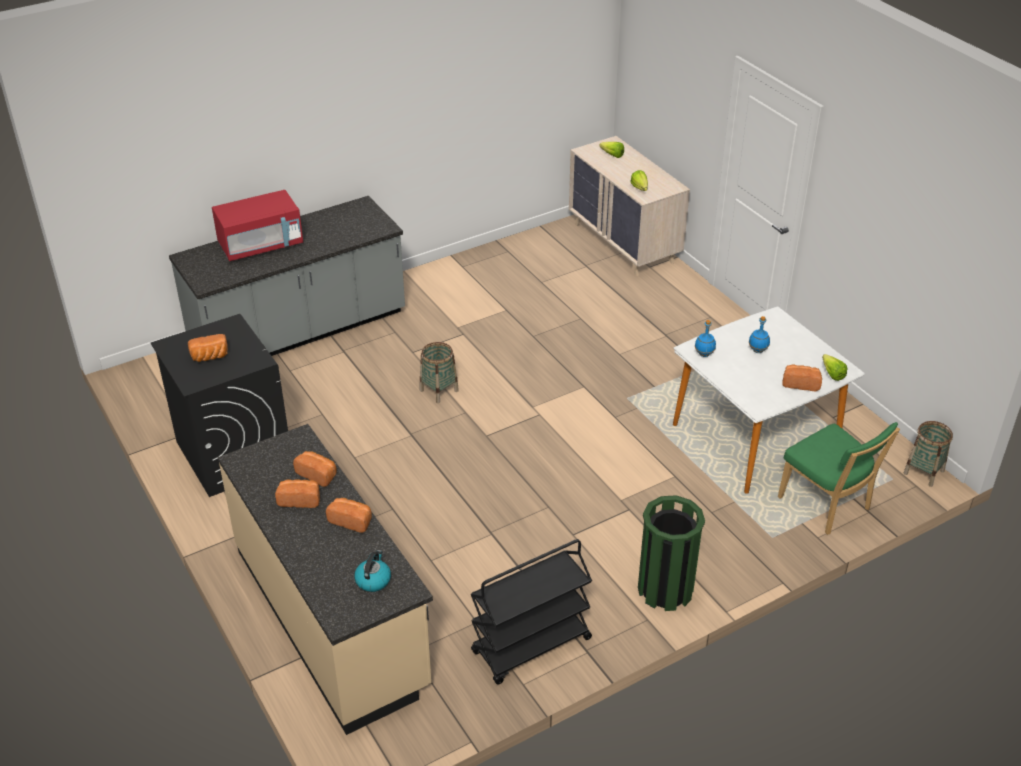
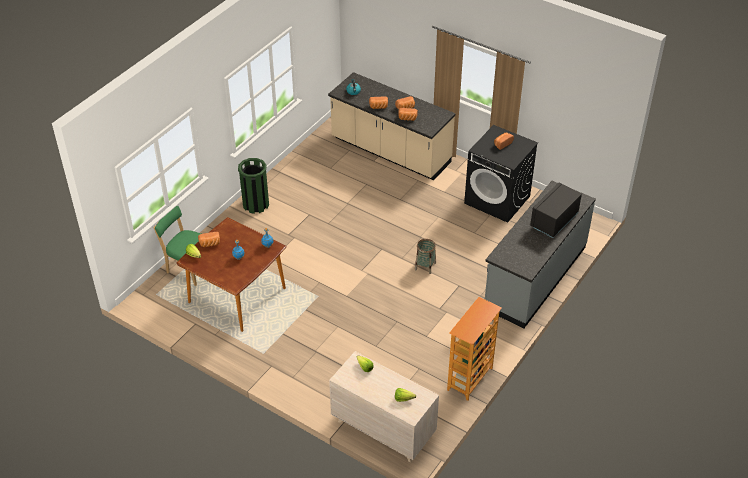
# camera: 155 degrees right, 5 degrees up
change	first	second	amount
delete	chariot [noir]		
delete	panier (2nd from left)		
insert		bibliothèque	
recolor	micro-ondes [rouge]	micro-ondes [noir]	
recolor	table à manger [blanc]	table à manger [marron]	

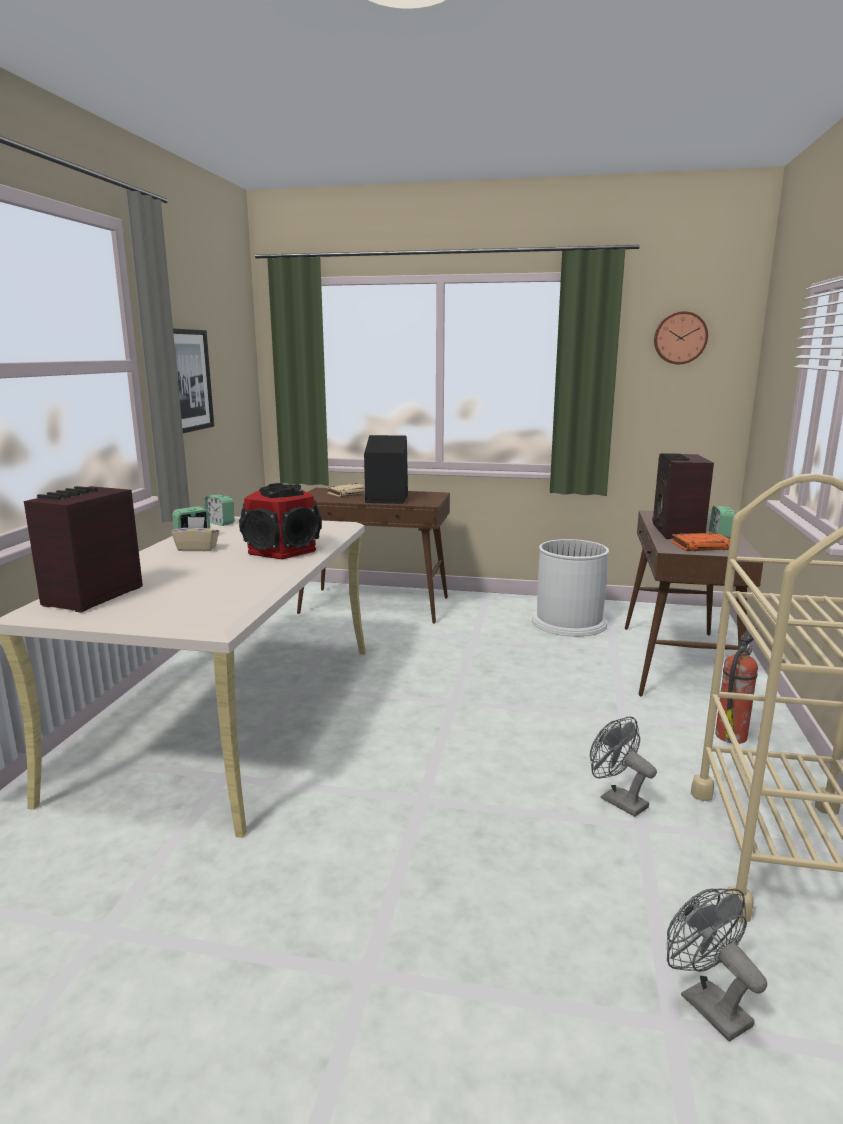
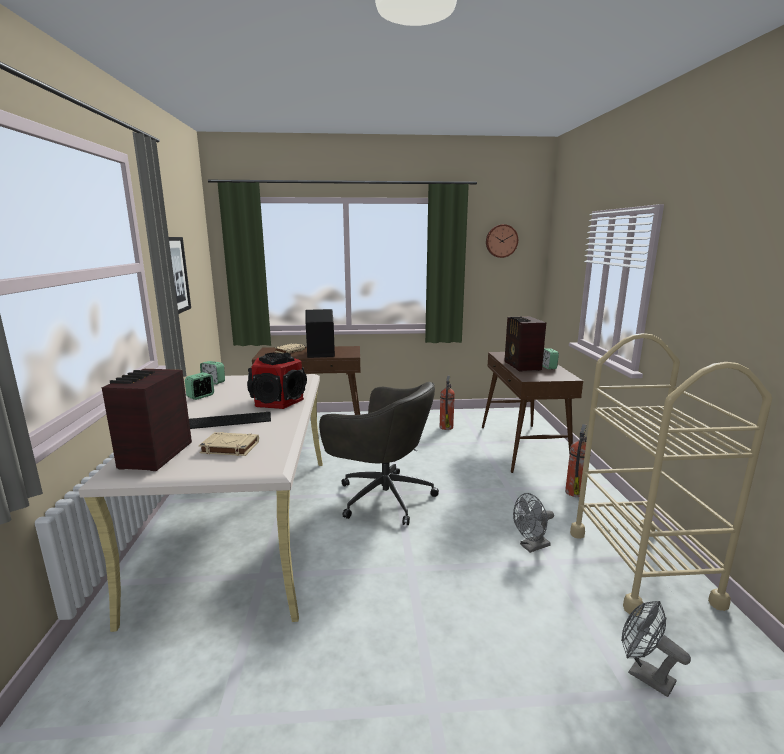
# camera: 15 degrees left, 0 degrees up
change	first	second	amount
delete	boîte à mouchoirs [beige]		
delete	livre [orange]		
insert		clavier	
insert		livre [beige] (1st from left)	
insert		chaise de bureau [gris]	
replace	poubelle [blanc]	extincteur (1st from left)	
rotate	ventilateur [gris] (1st from left)		60 degrees counterclockwise

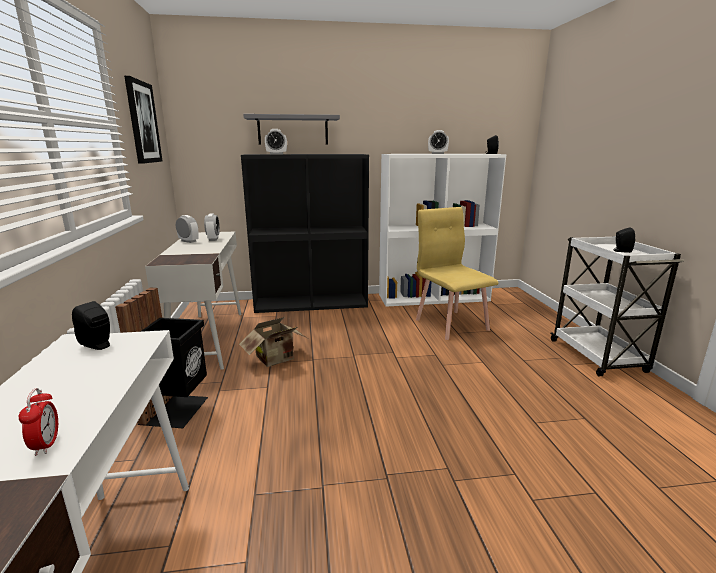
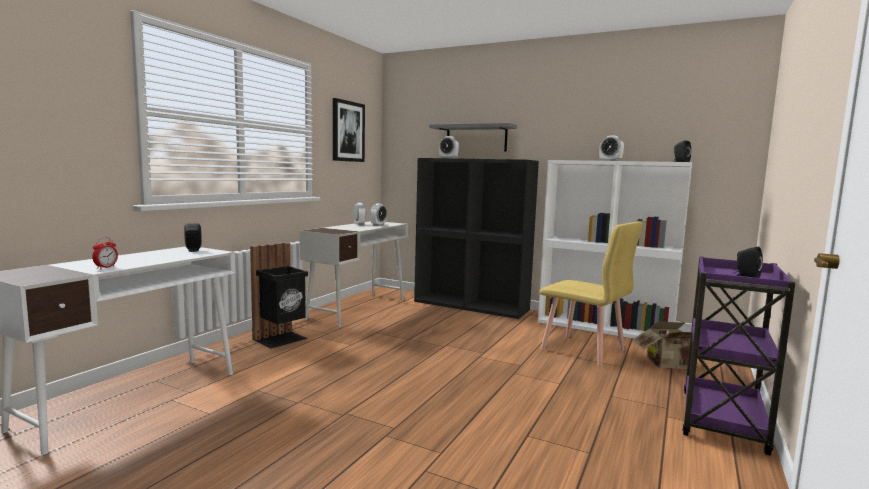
# camera: 35 degrees right, 10 degrees down
change	first	second	amount
move	carton		
recolor	chariot [blanc]	chariot [violet]	
rotate	chaise [jaune]		120 degrees clockwise

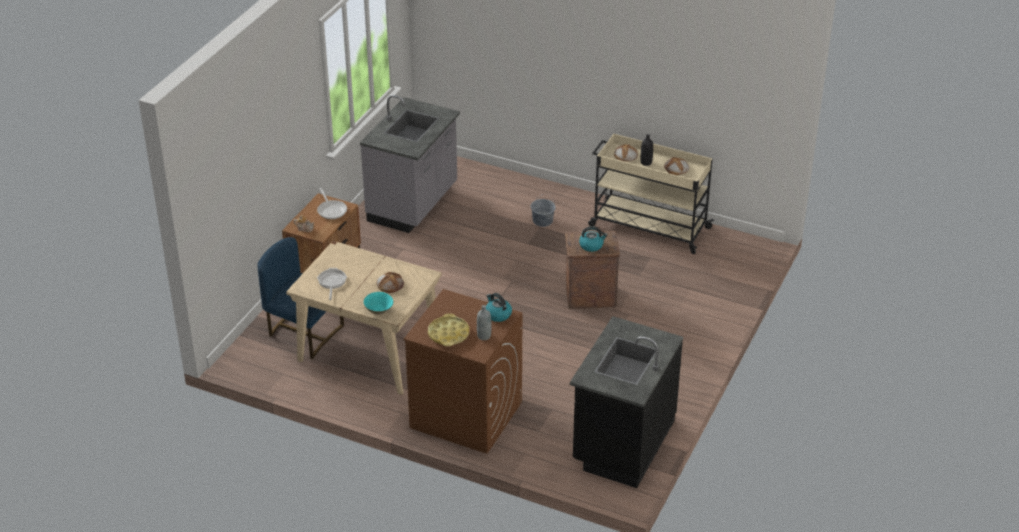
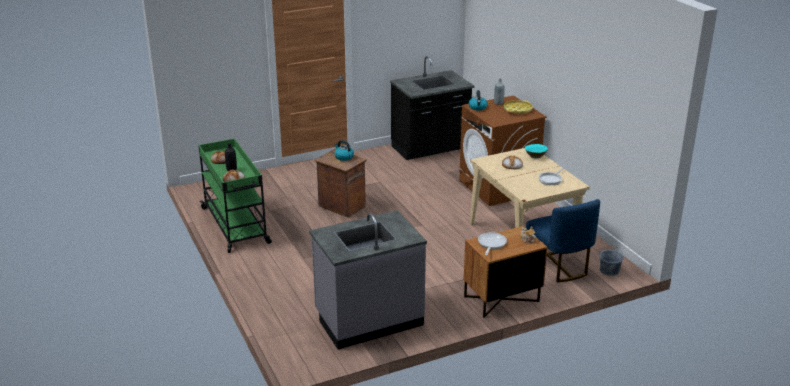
# camera: 140 degrees left, 10 degrees down
change	first	second	amount
move	seau [gris]		
recolor	chariot [beige]	chariot [vert]	

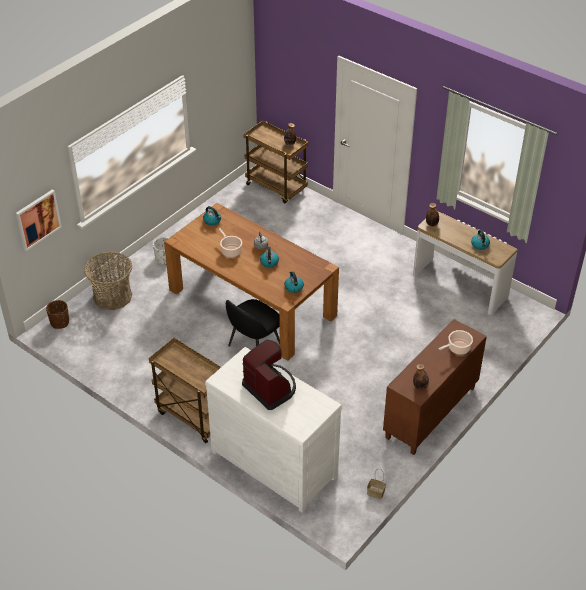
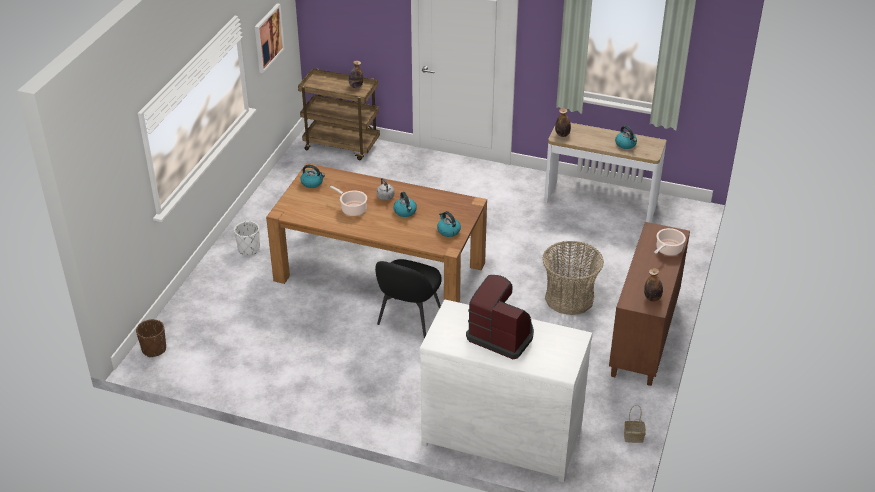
# camera: 20 degrees left, 5 degrees down
change	first	second	amount
delete	chariot [marron] (1st from left)		
move	tableau		
move	panier (1st from left)		

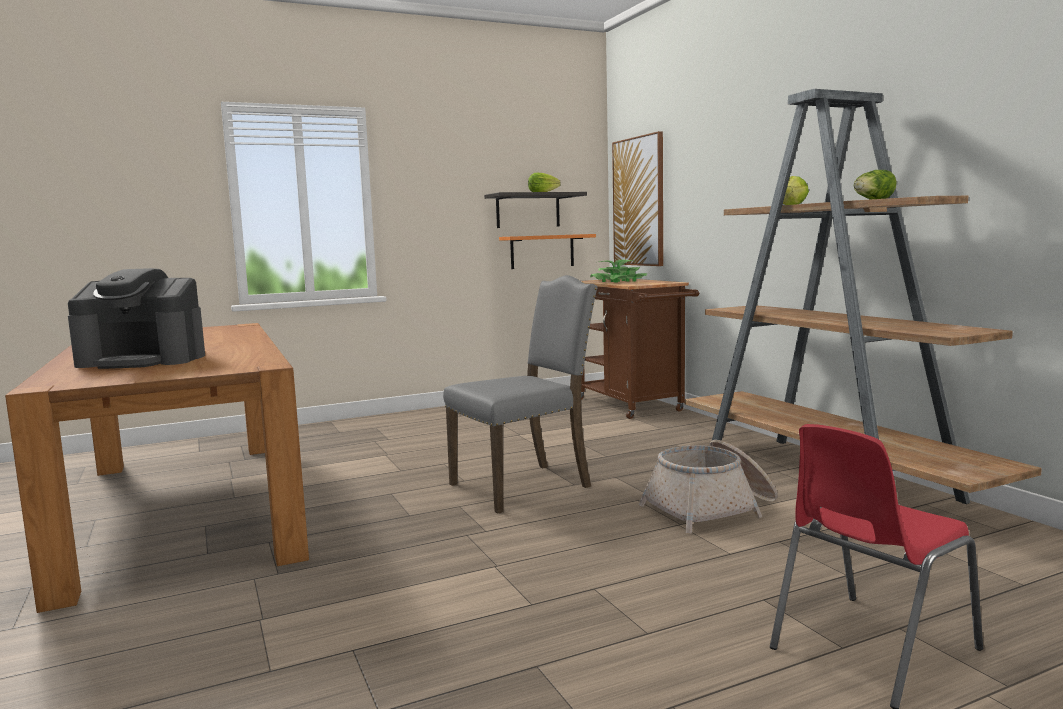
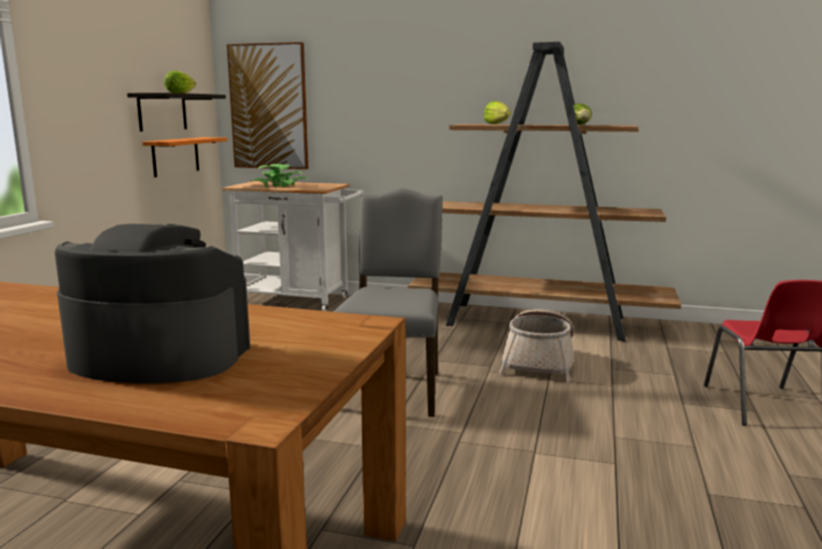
# camera: 50 degrees left, 5 degrees up
change	first	second	amount
recolor	chariot [marron]	chariot [blanc]	
rotate	machine à café		120 degrees counterclockwise

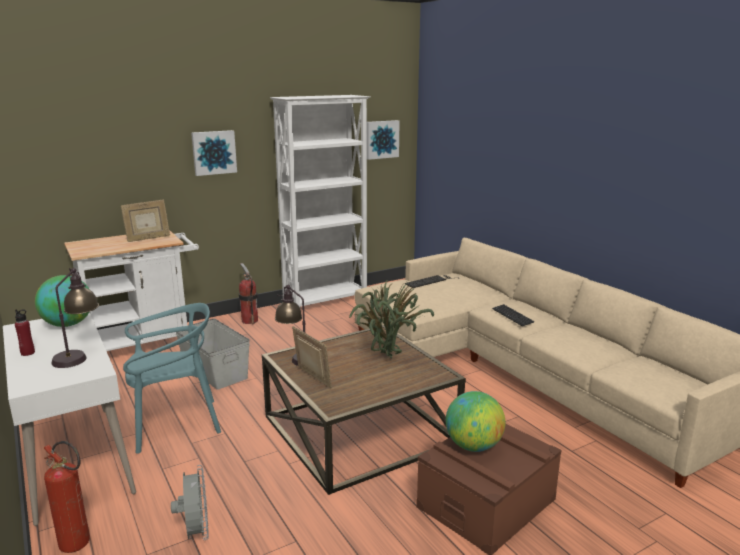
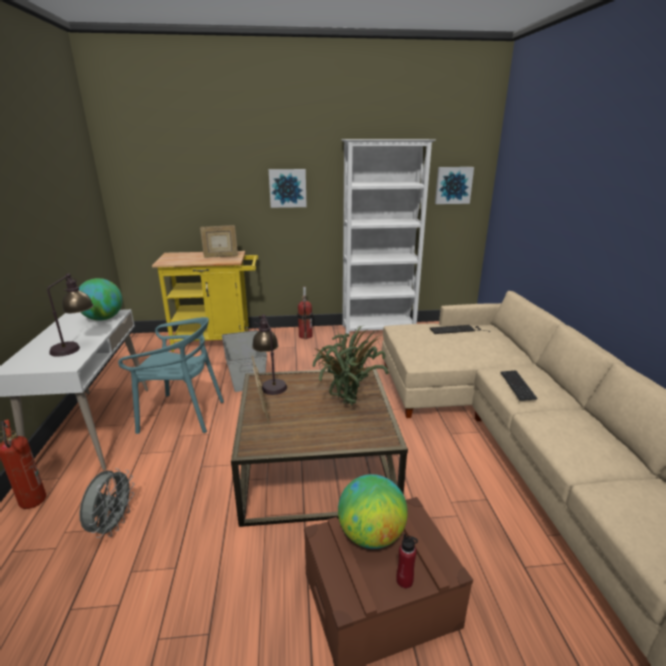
# camera: 25 degrees right, 5 degrees up
change	first	second	amount
move	bouteille [rouge]		
recolor	chariot [blanc]	chariot [jaune]	

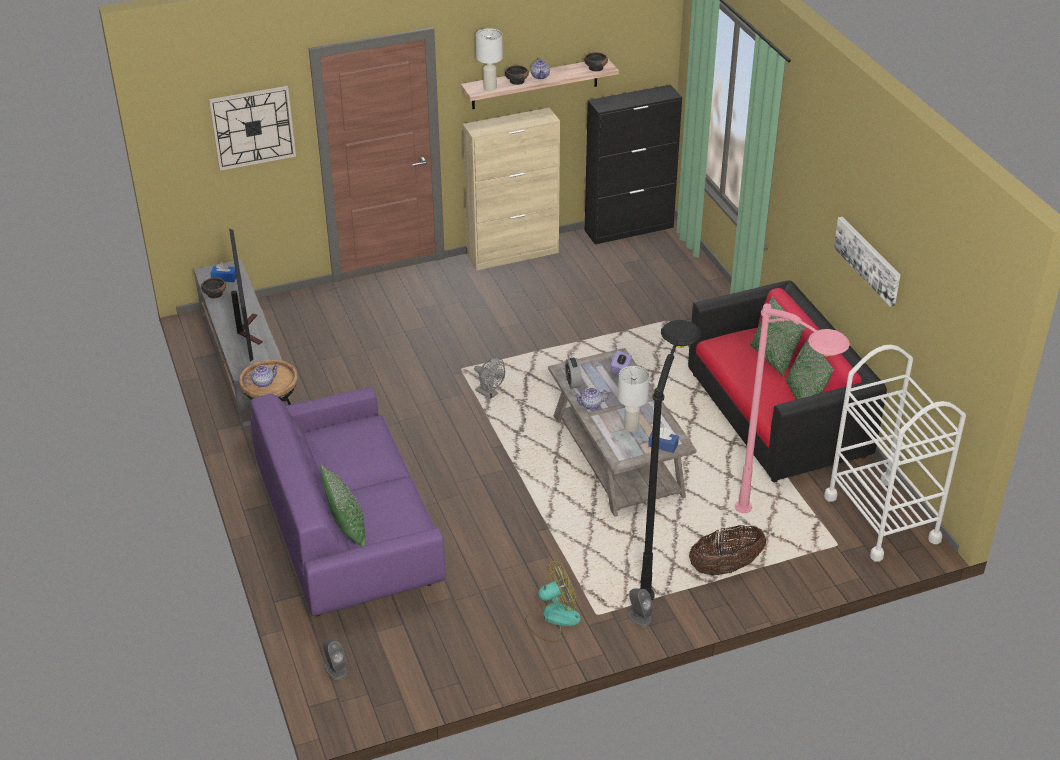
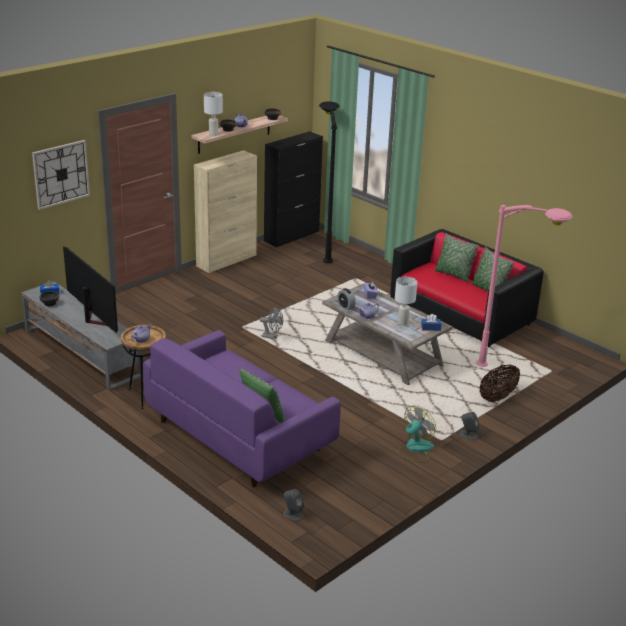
# camera: 25 degrees left, 10 degrees down
change	first	second	amount
delete	chariot [blanc]		
delete	tableau		
move	lampadaire [noir]		

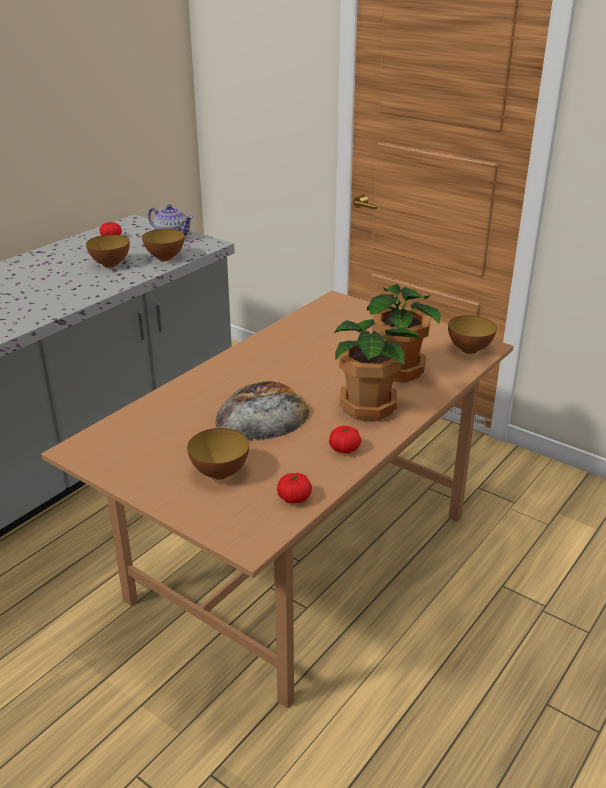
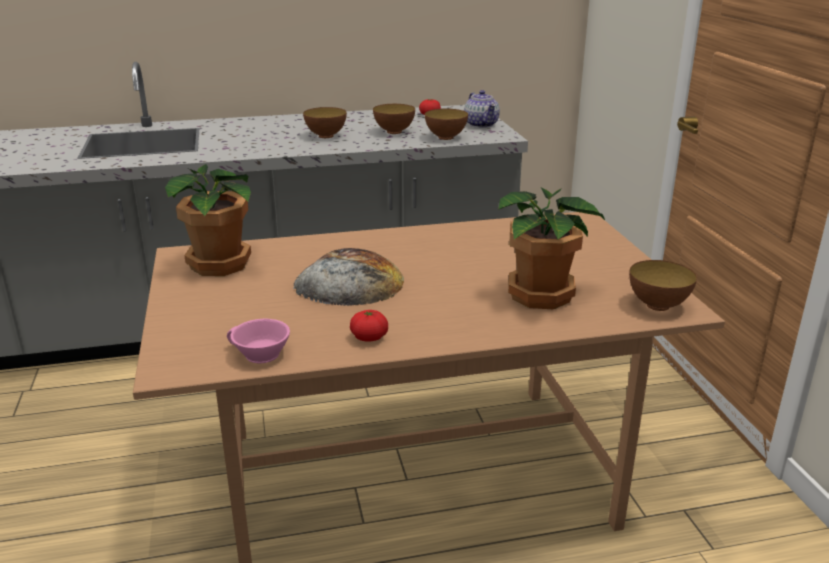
# camera: 40 degrees right, 5 degrees down
change	first	second	amount
move	bol (3rd from left in the first image)	bol (1st from left)	
move	plante en pot (1st from left)		
replace	tomate (2nd from left)	tasse [rose]	

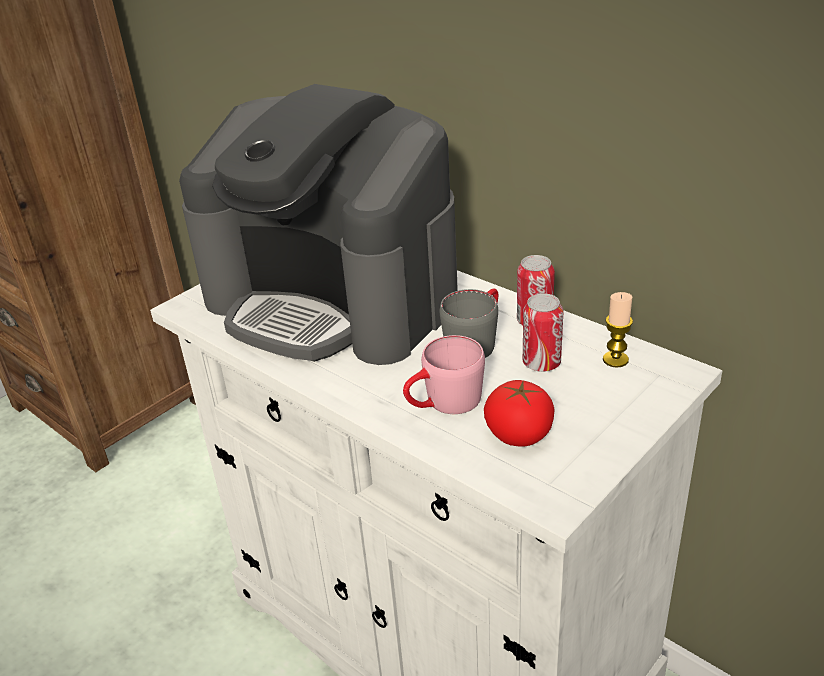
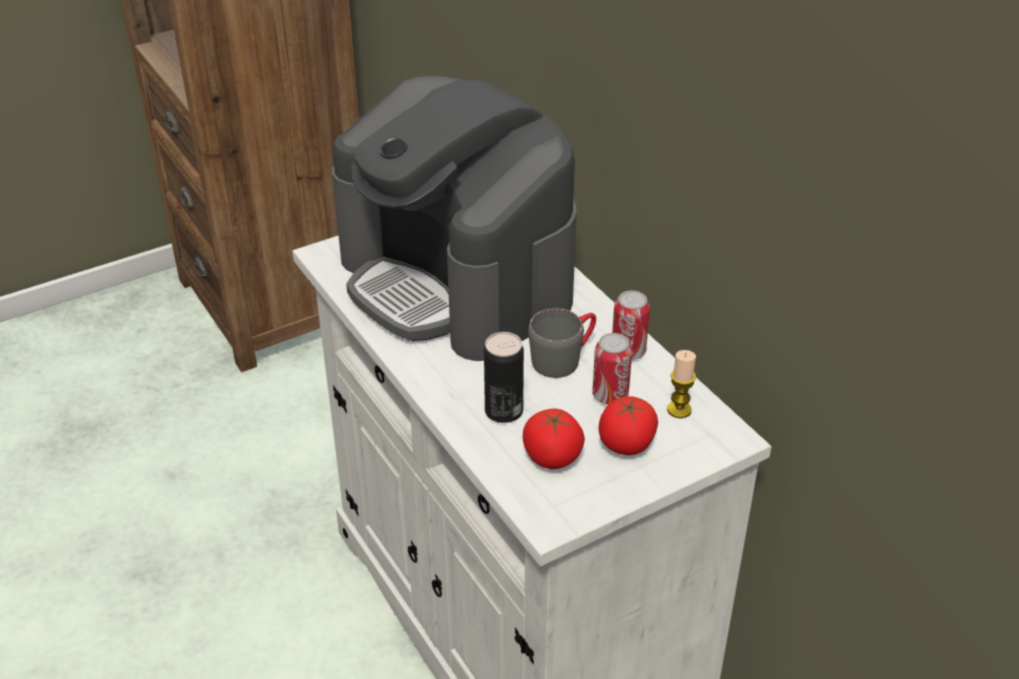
# camera: 15 degrees right, 5 degrees up
change	first	second	amount
insert		tomate (2nd from left)	
replace	mug [rose]	boîte métallique (1st from left)	

